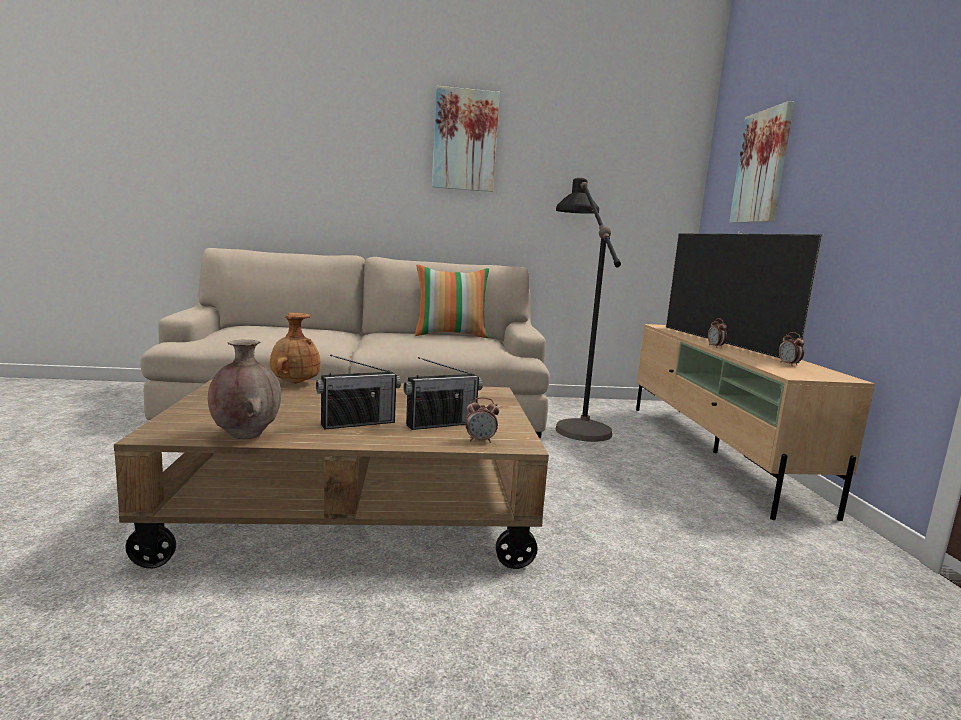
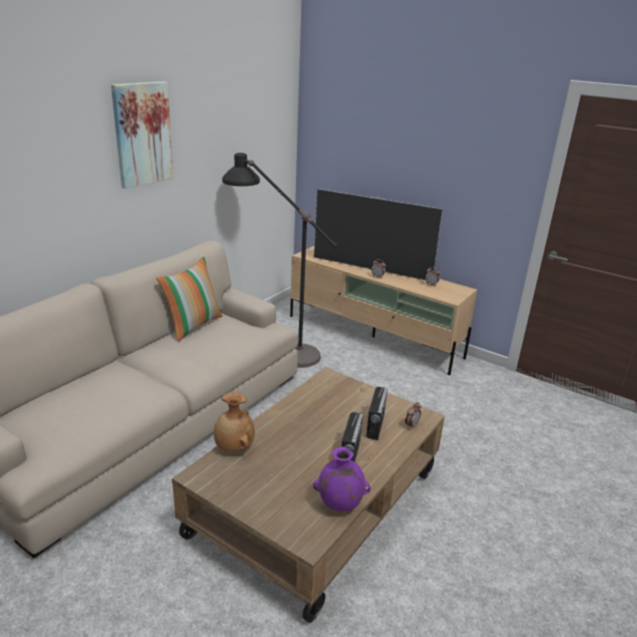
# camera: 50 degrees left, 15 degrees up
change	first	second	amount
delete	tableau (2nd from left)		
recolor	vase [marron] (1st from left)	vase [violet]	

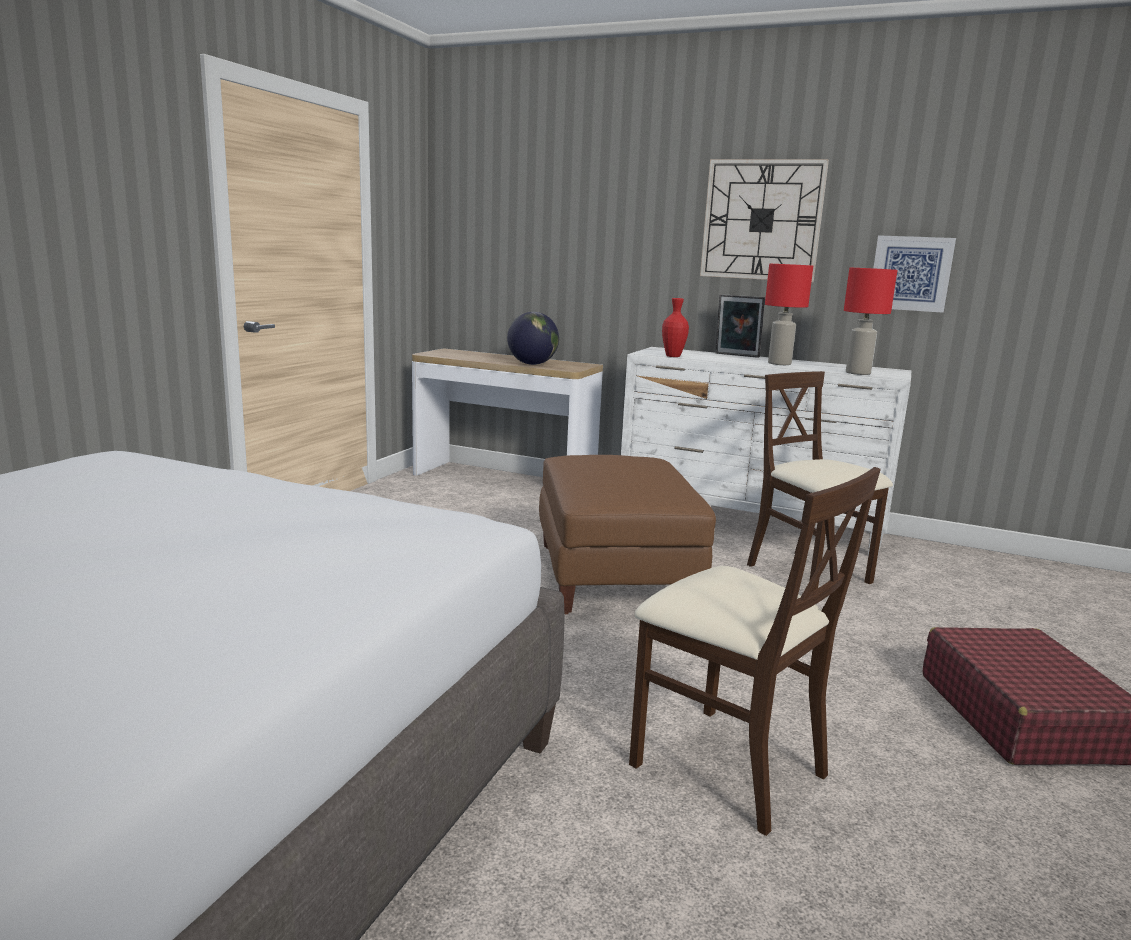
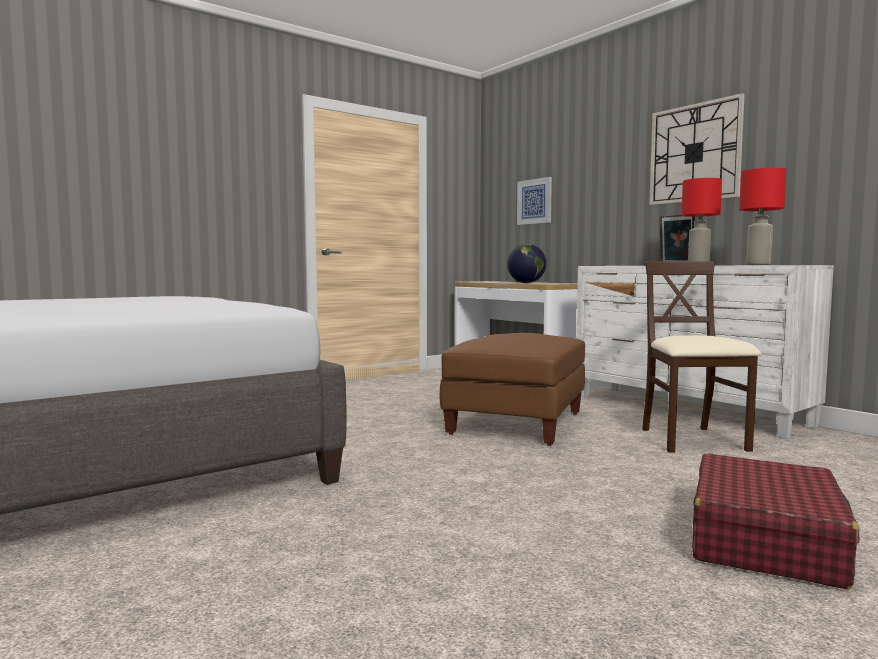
# camera: 30 degrees right, 10 degrees down
change	first	second	amount
delete	chaise [beige] (1st from left)		
delete	vase [rouge]		
move	tableau		

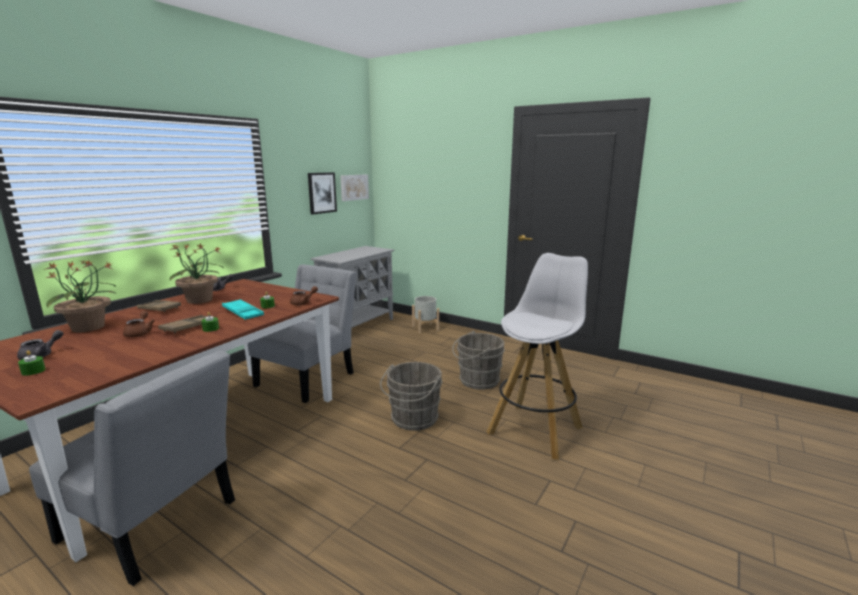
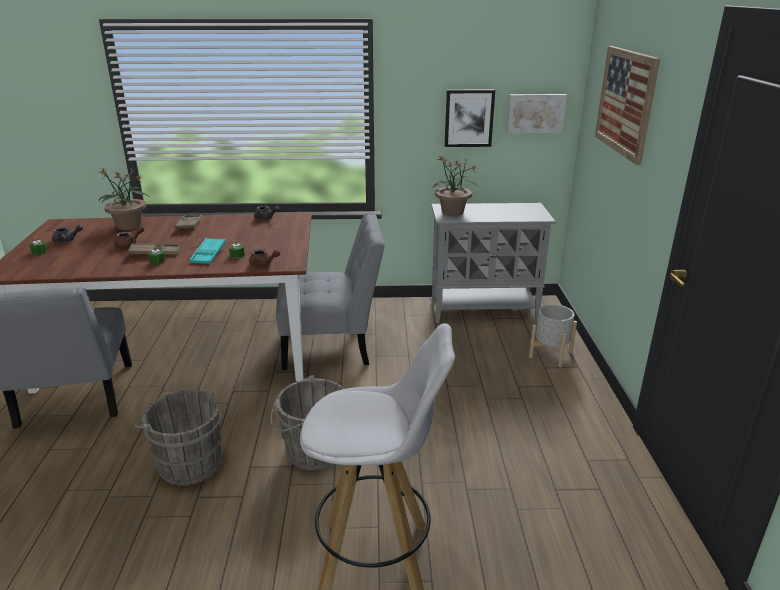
# camera: 55 degrees right, 10 degrees up
change	first	second	amount
insert		tableau (3rd from left)	
move	plante en pot (2nd from left)		
move	seau [gris] (2nd from left in the first image)	seau [gris] (1st from left)	

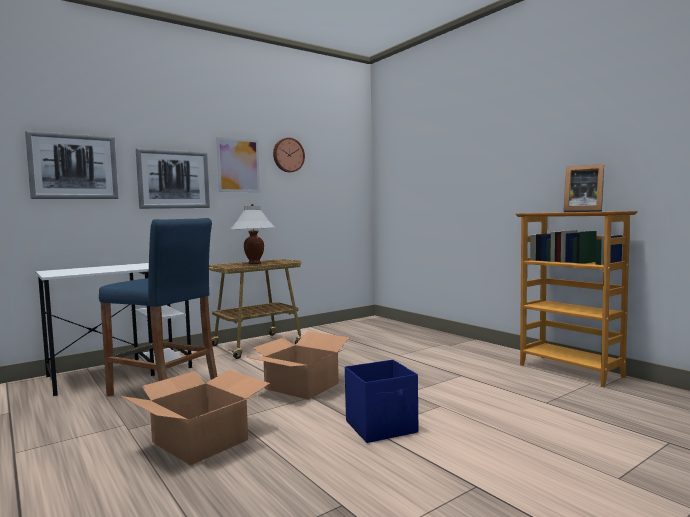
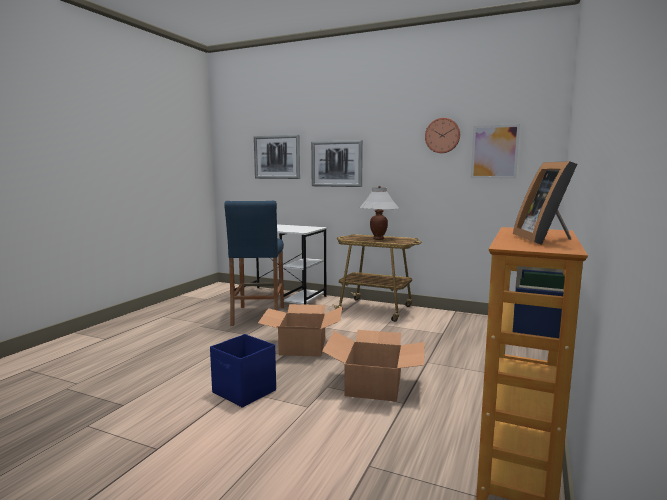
# camera: 60 degrees right, 5 degrees up
change	first	second	amount
move	carton (1st from left in the first image)	carton (2nd from left)	
move	tableau (3rd from left)		

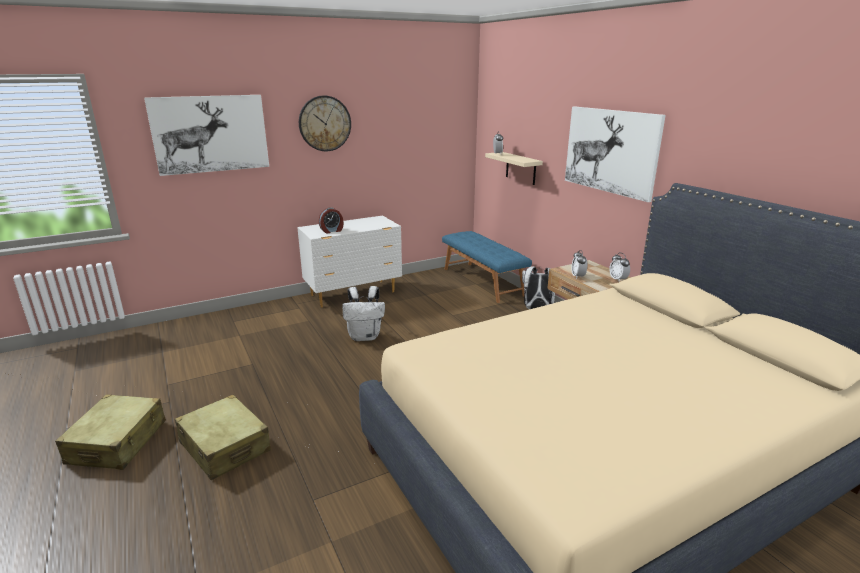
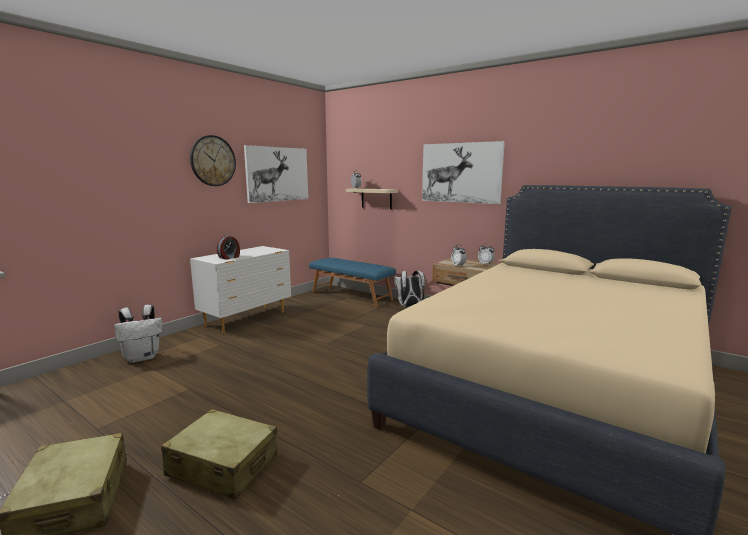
# camera: 25 degrees left, 10 degrees down
change	first	second	amount
move	tableau (1st from left)		
move	sac à dos [blanc] (1st from left)		

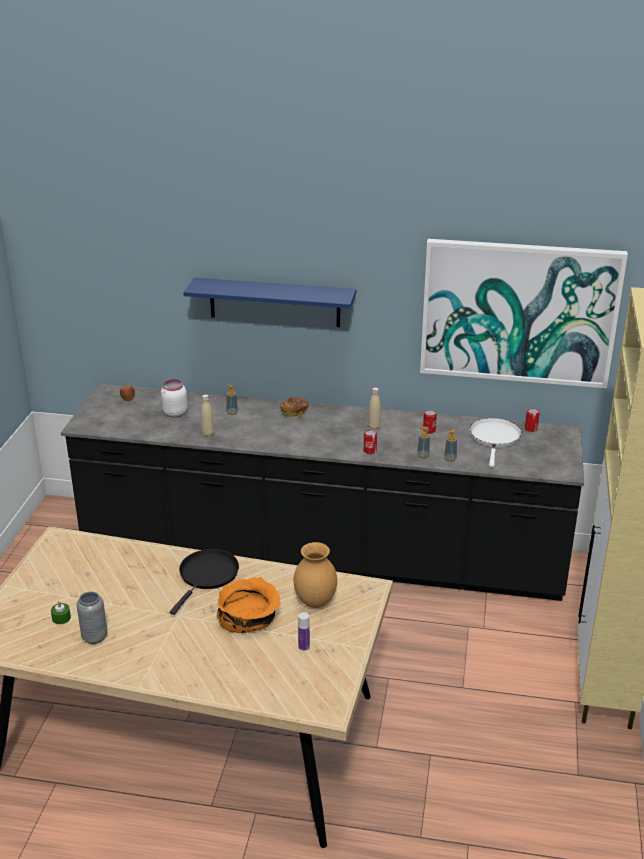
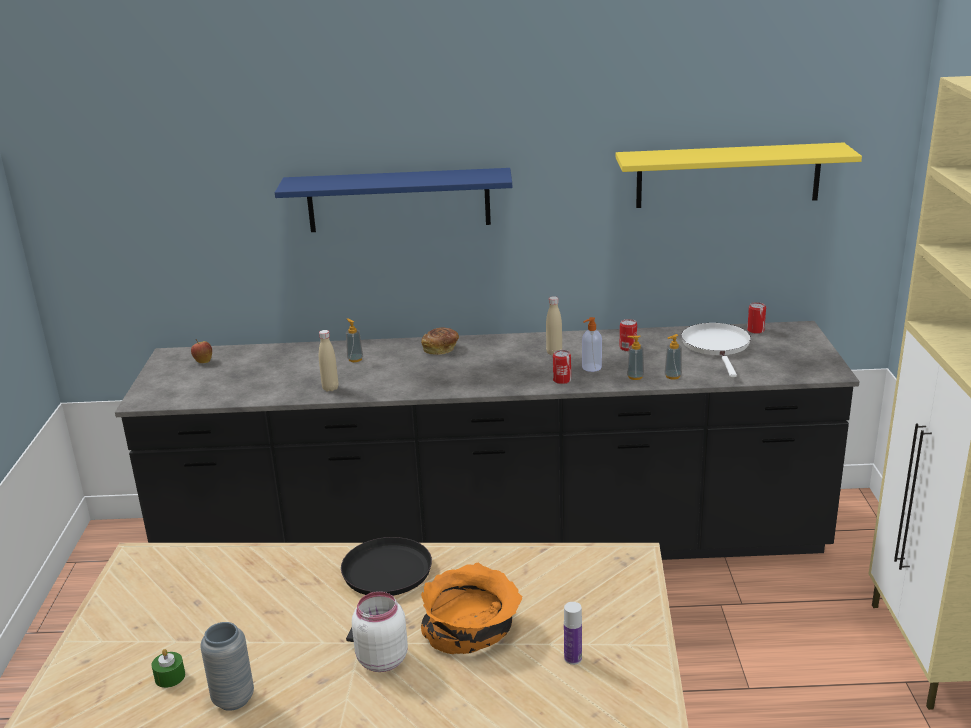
# camera: 10 degrees left, 5 degrees down
change	first	second	amount
delete	vase [marron]		
insert		distributeur de savon (2nd from left)	
move	bocal [blanc]		
replace	tableau	étagère [jaune]	

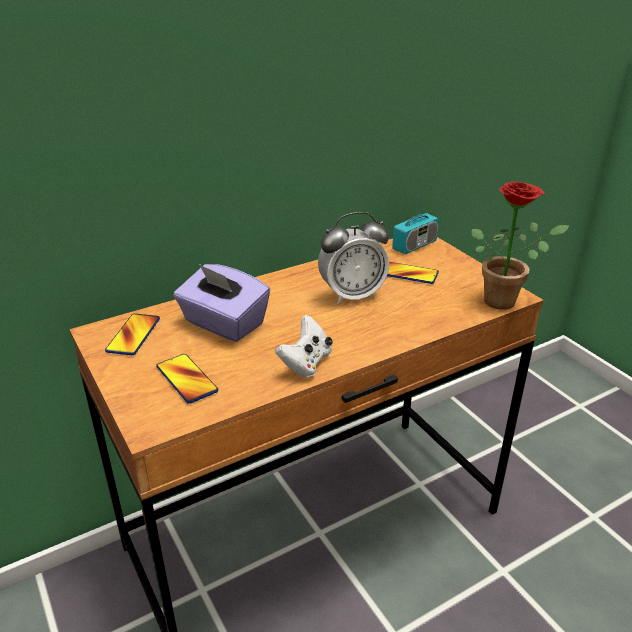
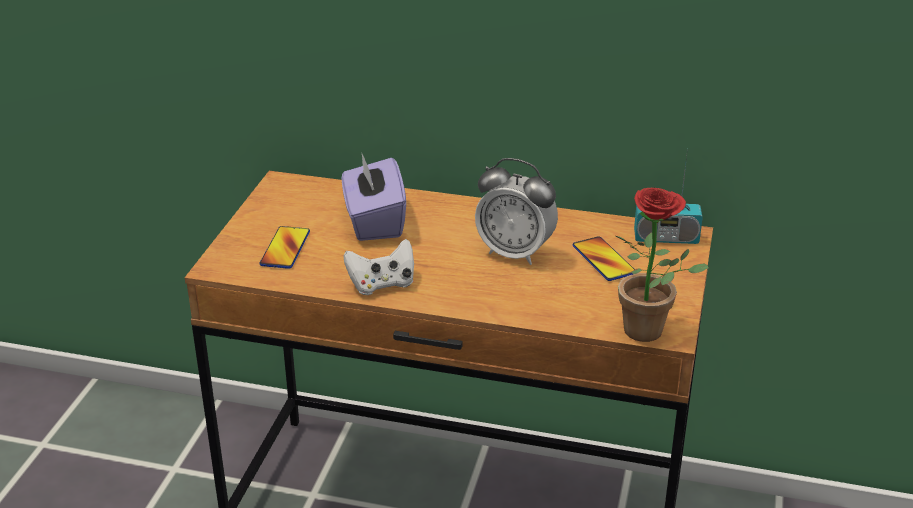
# camera: 45 degrees right, 0 degrees up
change	first	second	amount
delete	téléphone (1st from left)		

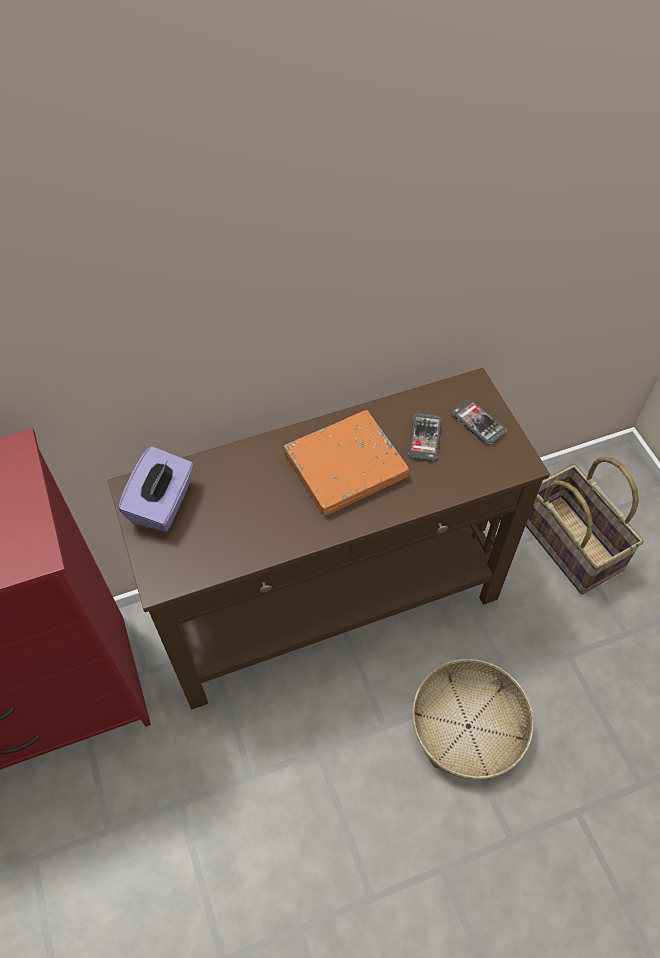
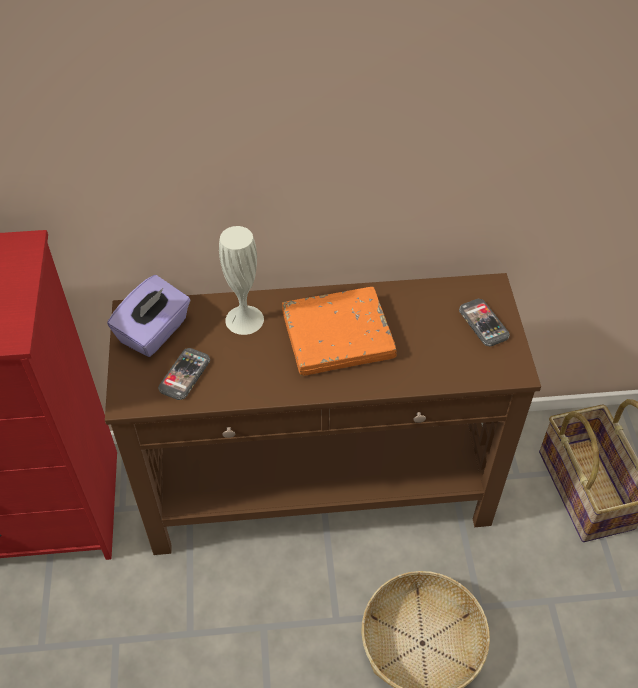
# camera: 15 degrees right, 5 degrees down
change	first	second	amount
insert		vase [blanc]	
move	téléphone (1st from left)		

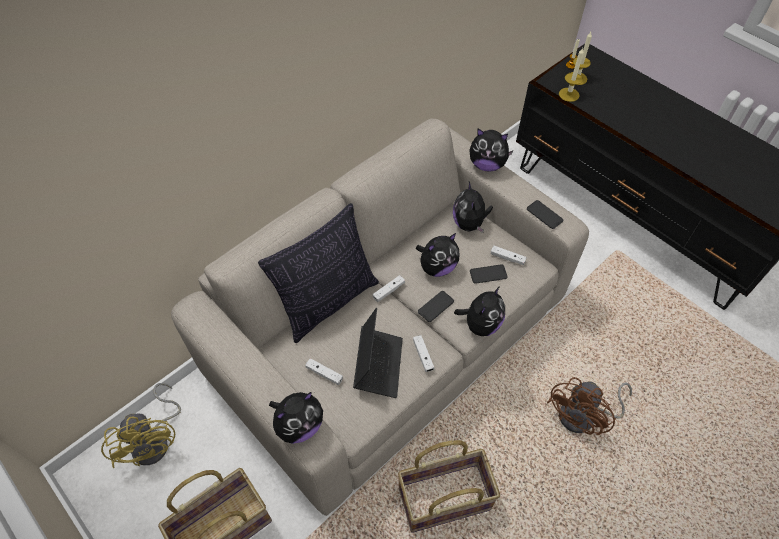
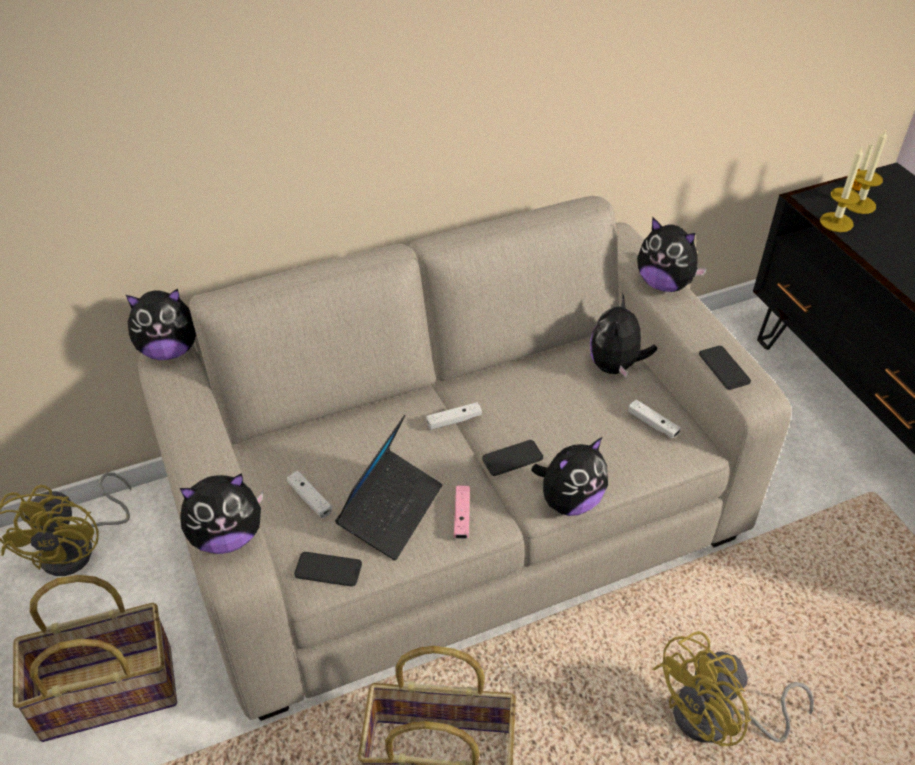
# camera: 20 degrees right, 10 degrees down
change	first	second	amount
delete	coussin		
move	peluche (2nd from left in the first image)	peluche (1st from left)	
move	téléphone (2nd from left in the first image)	téléphone (1st from left)	
recolor	manette [blanc] (3rd from left)	manette [rose]	
recolor	ventilateur [marron]	ventilateur [jaune] (2nd from left)	

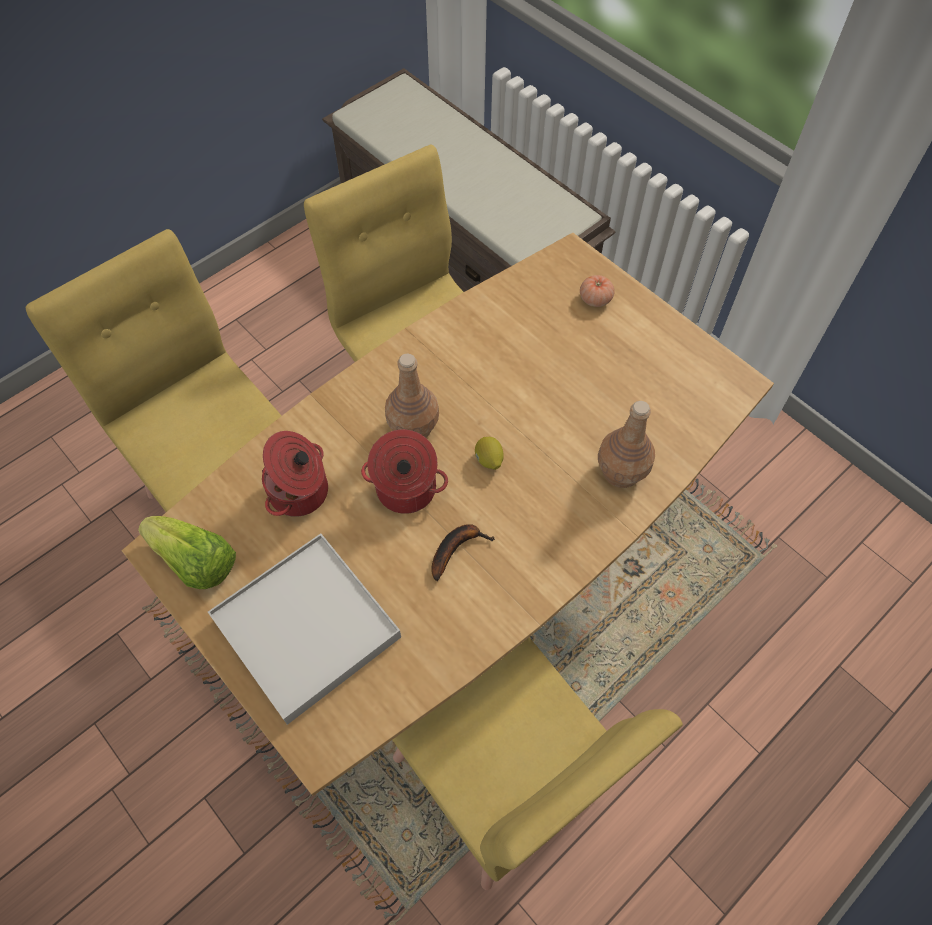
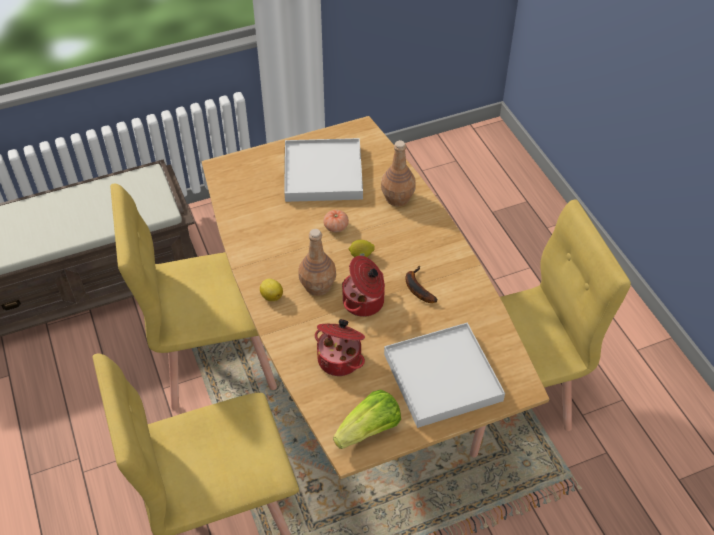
# camera: 70 degrees left, 10 degrees down
change	first	second	amount
insert		citron (1st from left)	
insert		plateau [blanc] (1st from left)	
move	tomate		

